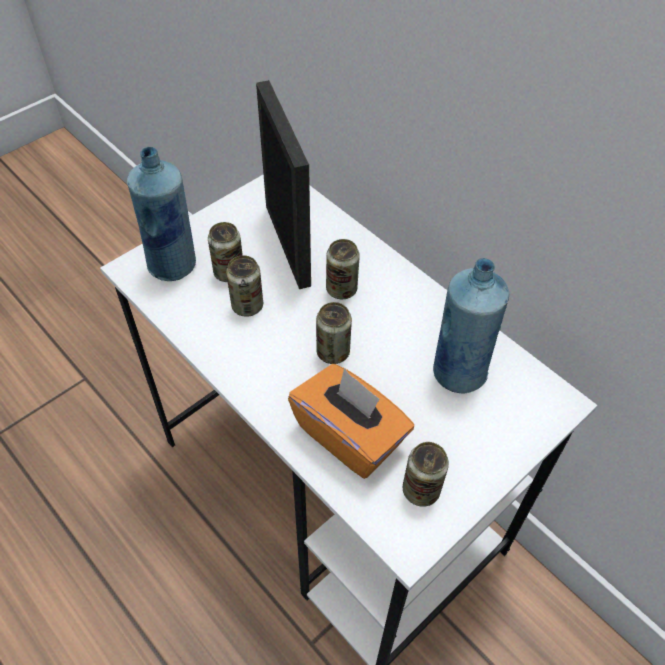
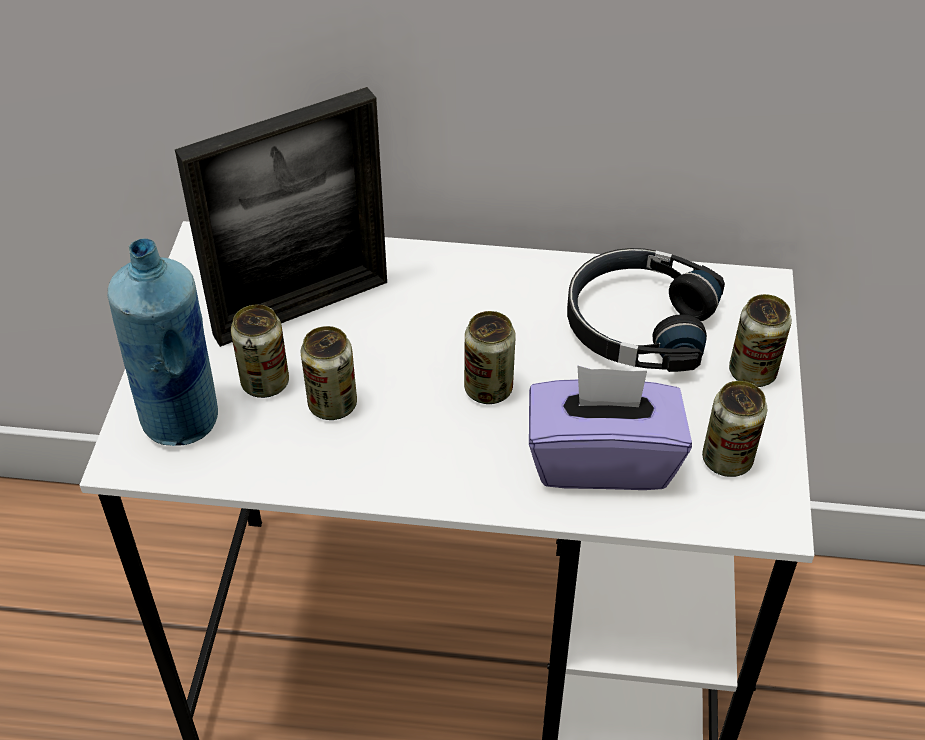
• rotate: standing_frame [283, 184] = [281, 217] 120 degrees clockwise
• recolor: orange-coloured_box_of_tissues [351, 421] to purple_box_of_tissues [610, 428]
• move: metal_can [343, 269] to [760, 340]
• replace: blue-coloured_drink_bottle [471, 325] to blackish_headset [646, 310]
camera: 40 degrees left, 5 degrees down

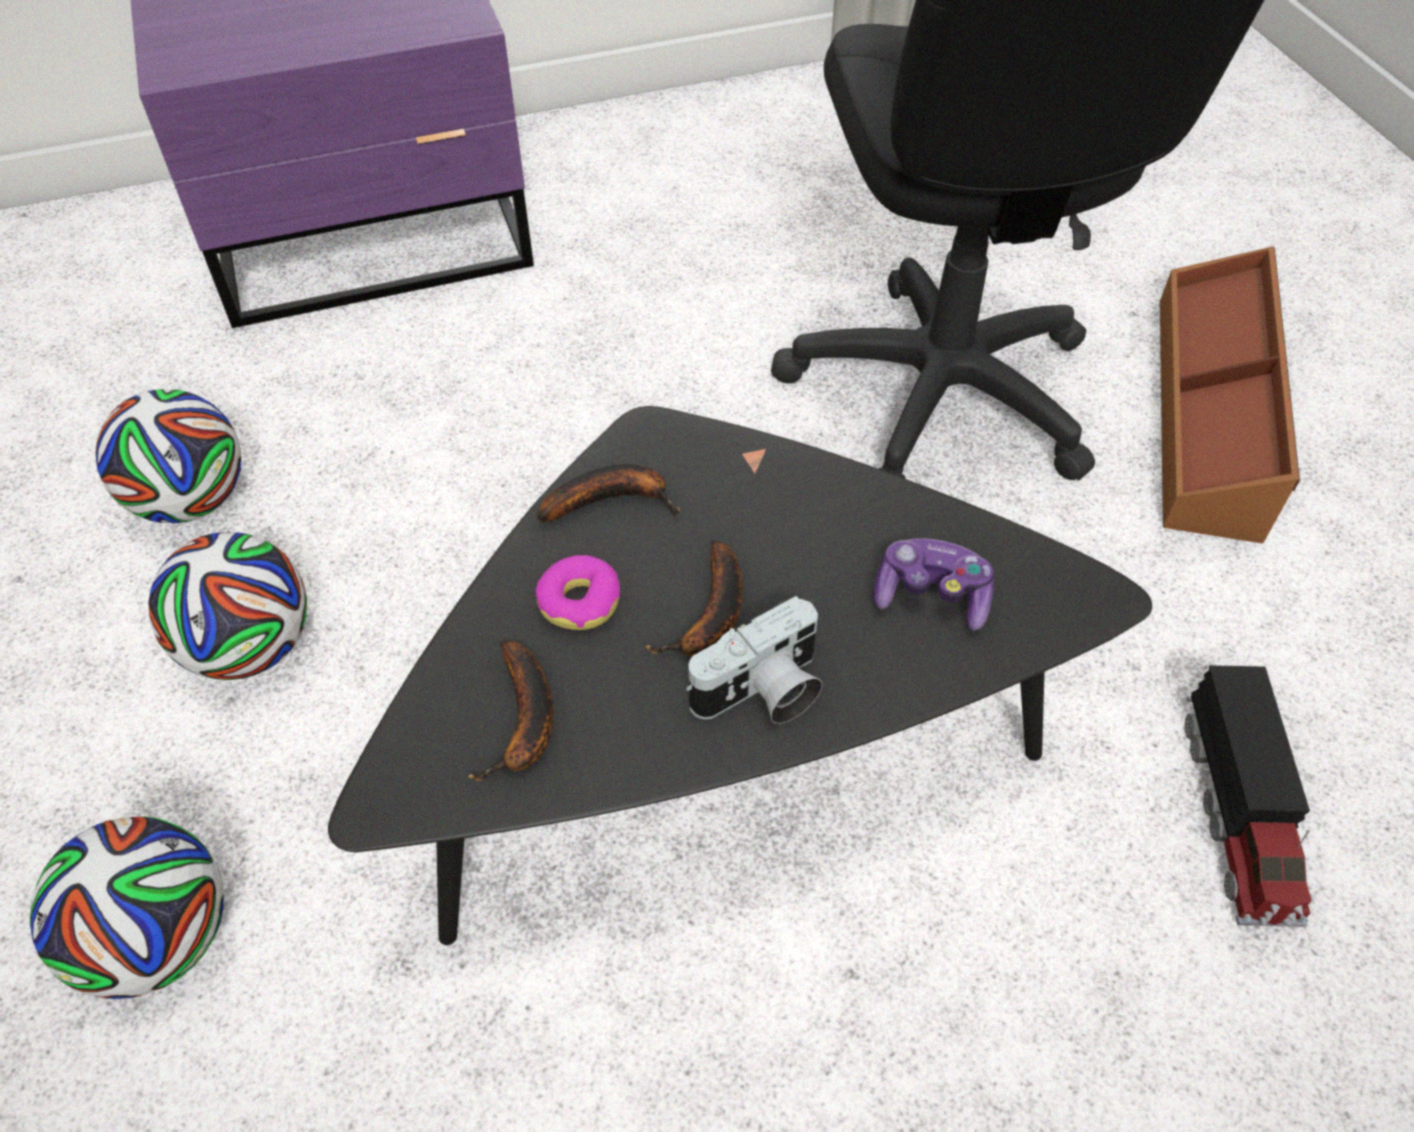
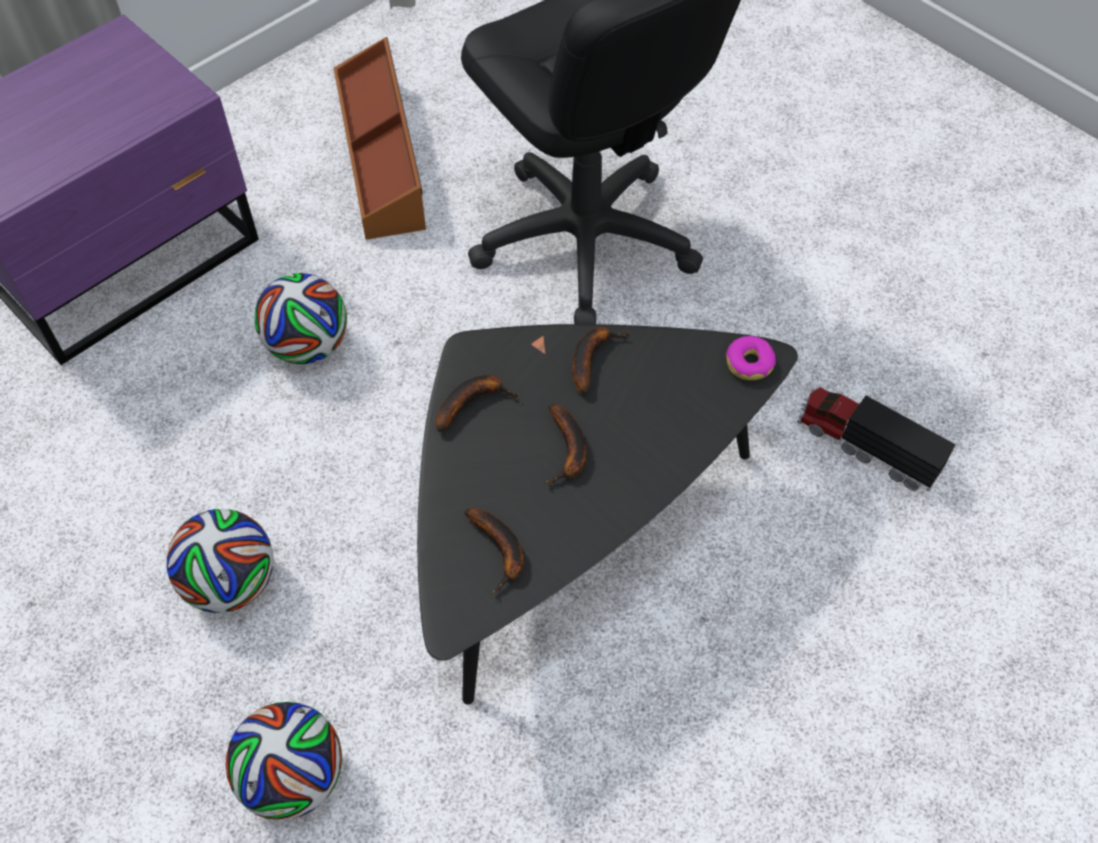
• move: football_ball [168, 456] to [300, 318]
• move: ring_doughnut [578, 592] to [750, 358]
• delete: photo_camera [754, 660]
• delete: game_controller [933, 584]
• move: brown-coloured_storage_container [1230, 395] to [380, 138]
• rotate: model_truck [1248, 796] = [876, 439] 150 degrees clockwise
• insert: banana_fruit [600, 361]
camera: 25 degrees left, 5 degrees up

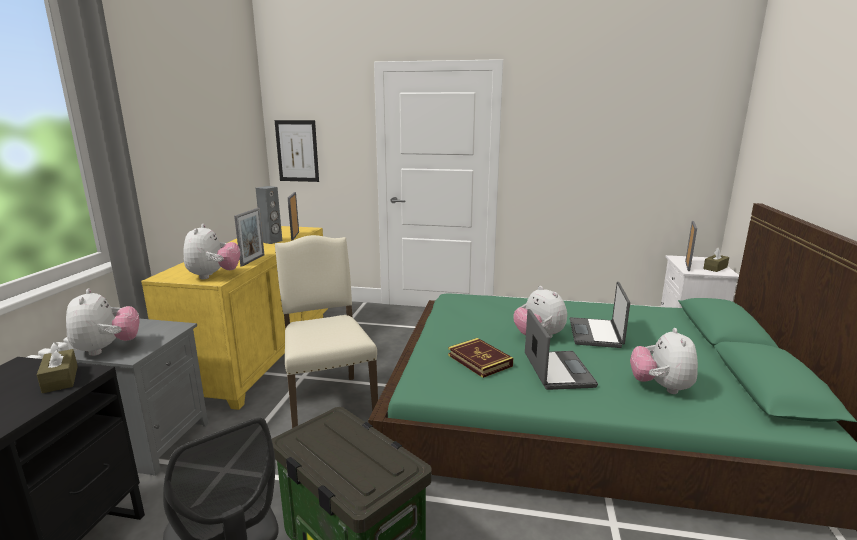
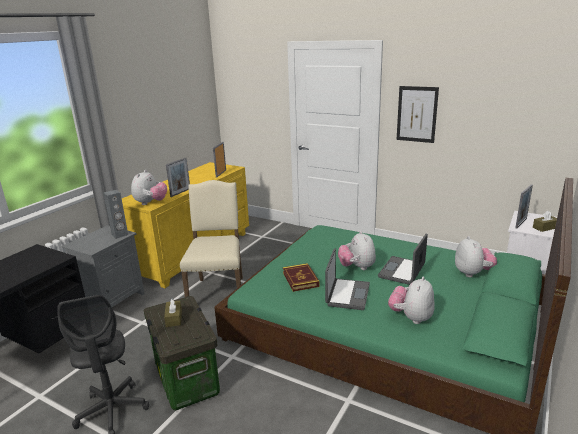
• move: brown-coloured_box_of_tissues [57, 367] to [173, 312]
• move: cuddly_toy [103, 322] to [476, 256]
• move: grey_loudspeaker [269, 215] to [115, 214]
• move: wall_picture [297, 151] to [417, 114]
camera: 20 degrees right, 5 degrees up

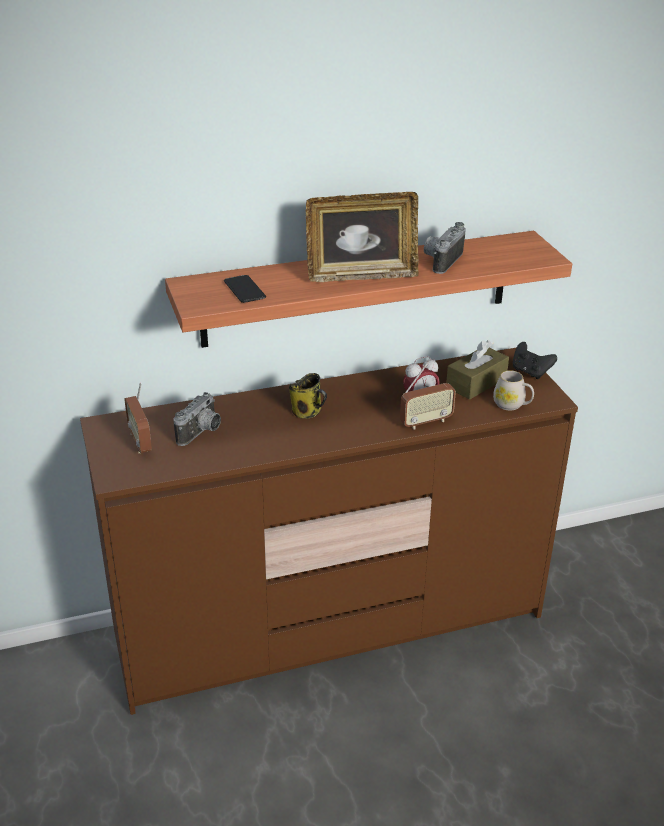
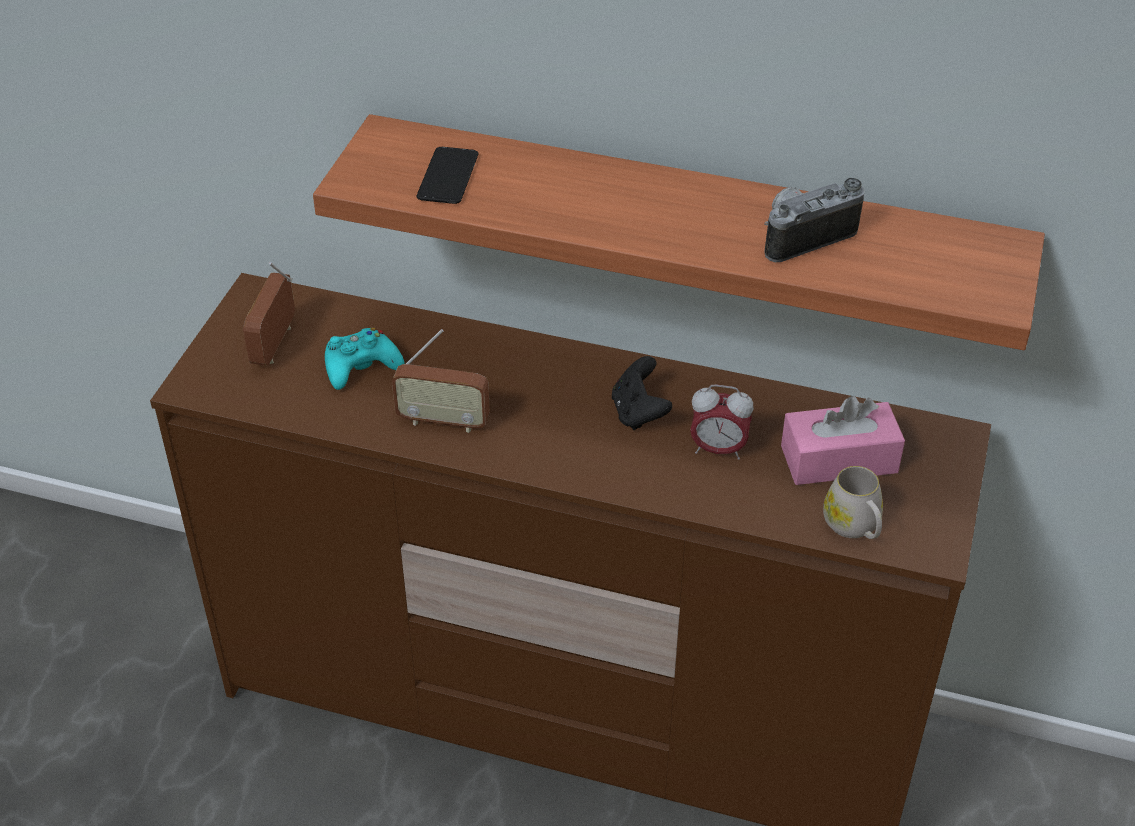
• replace: photo_camera [197, 419] to blue-green_game_controller [365, 358]
• delete: tea_mug [308, 396]
• delete: standing_frame [362, 237]
• move: radio_set [428, 395] to [441, 381]
• recolor: brown-coloured_box_of_tissues [477, 370] to pink_box_of_tissues [843, 440]
• move: blackish_game_controller [535, 360] to [642, 393]
camera: 35 degrees right, 10 degrees up

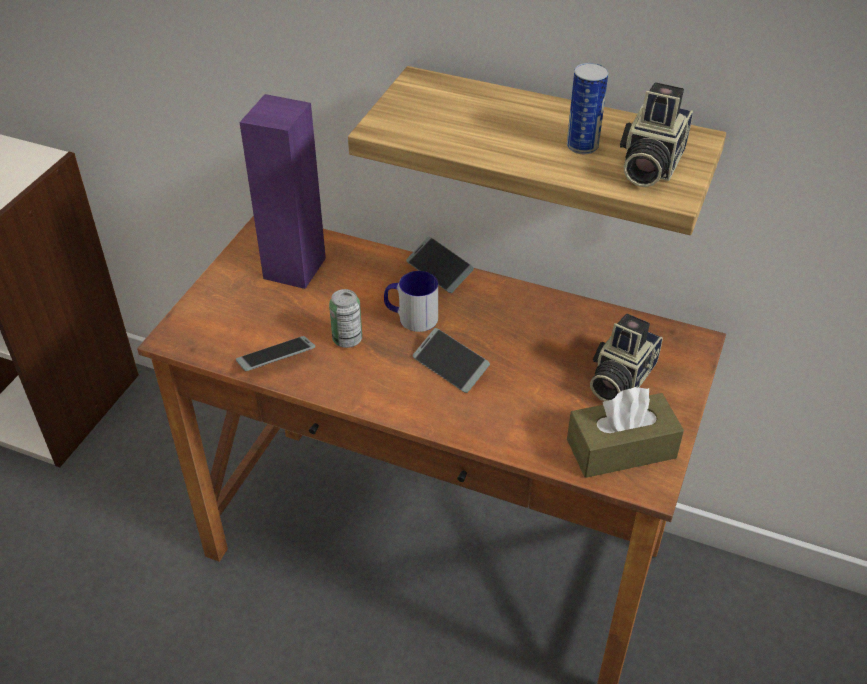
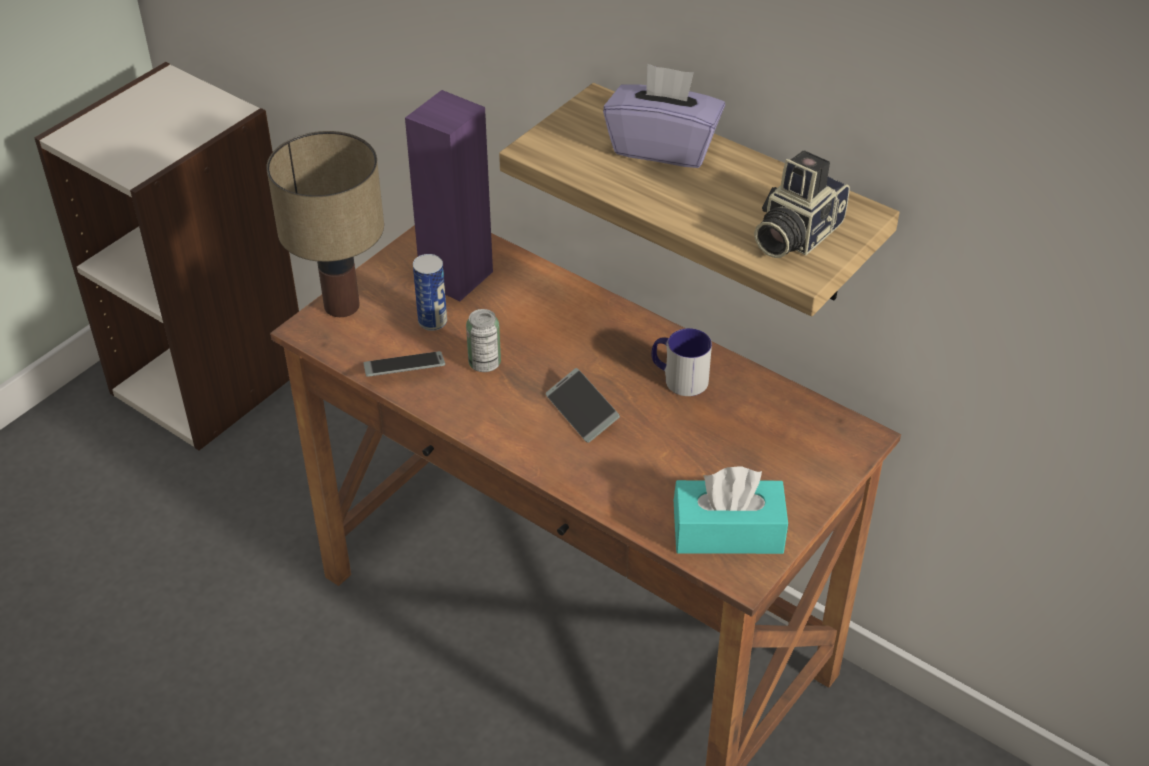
• move: tea_mug [411, 301] to [682, 362]
• delete: telephone [440, 265]
• move: metal_can [587, 108] to [430, 292]
• recolor: brown-coloured_box_of_tissues [625, 432] to blue-green_box_of_tissues [731, 510]
• delete: photo_camera [626, 357]
• insert: table_lamp [325, 224]
• insert: purple_box_of_tissues [664, 115]
camera: 15 degrees right, 0 degrees up

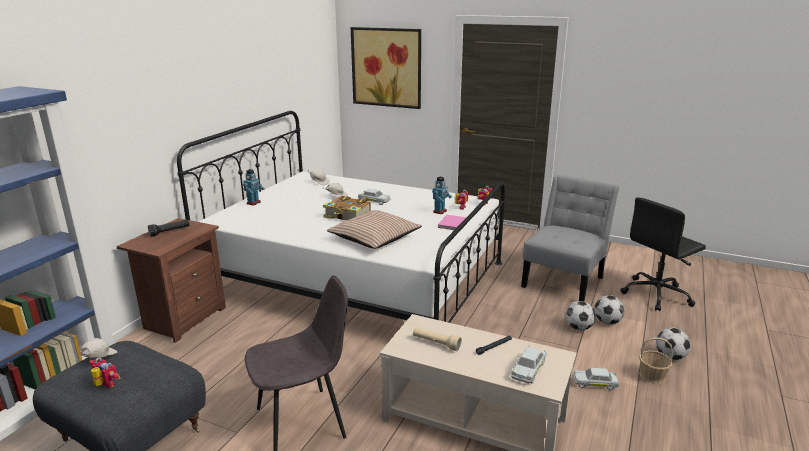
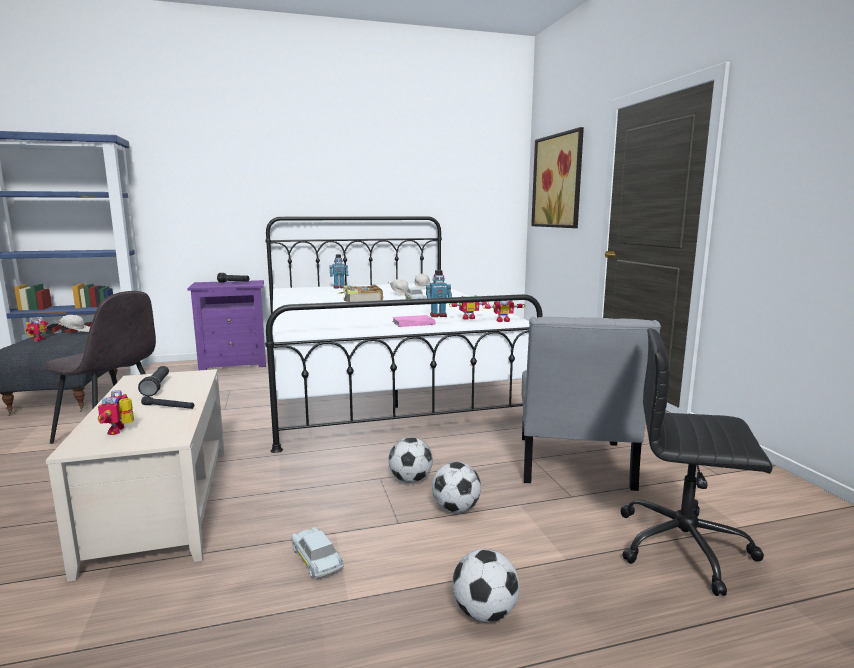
• recolor: brown-coloured_night_table [171, 280] to purple_night_table [226, 325]
• delete: cushion [374, 229]
• recolor: beige-coloured_flashlight [437, 339] to blackish_flashlight [153, 381]
• replace: white-coloured_model_car [529, 364] to model_robot [116, 412]
• rotate: grey_upright_chair [570, 238] = [591, 404] 105 degrees clockwise
• move: football_ball [609, 309] to [410, 460]
• delete: basket [656, 360]
camera: 50 degrees right, 10 degrees down

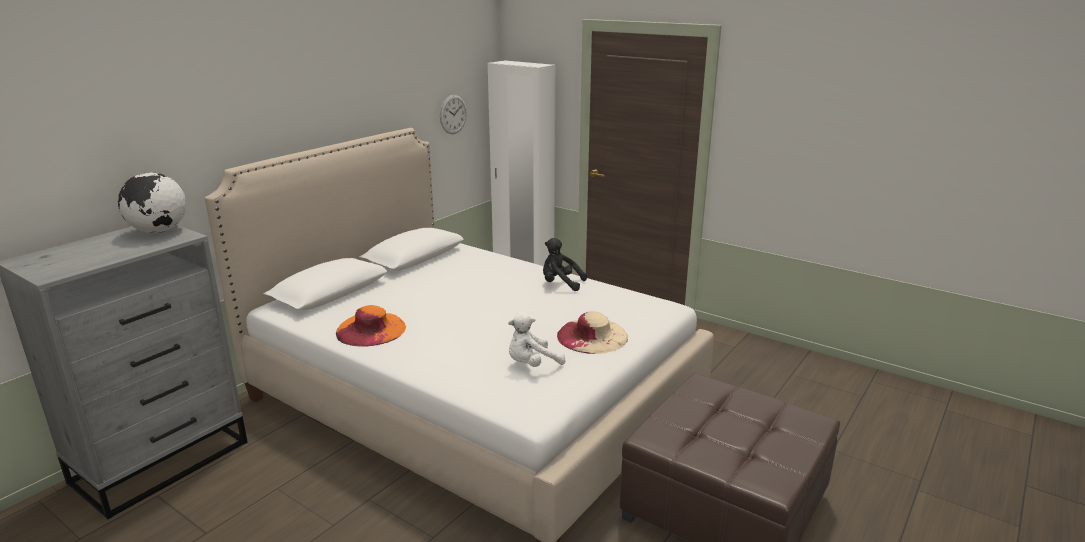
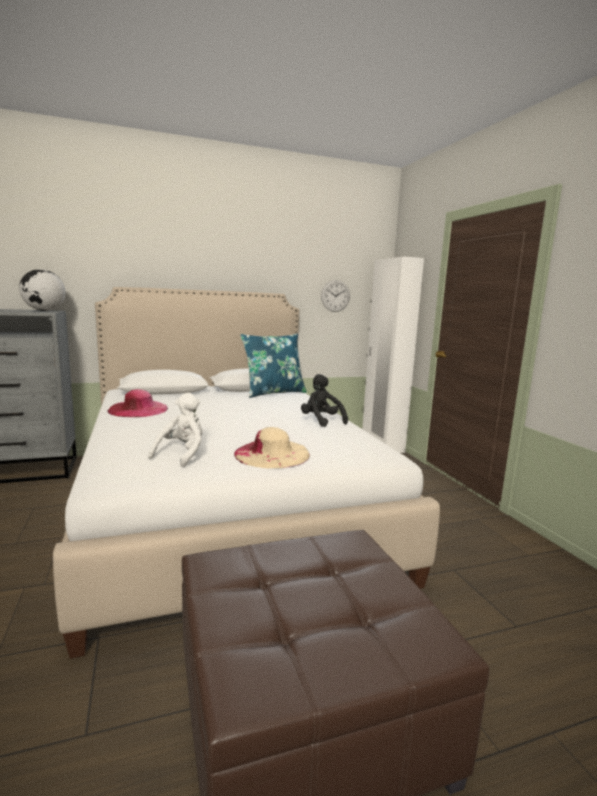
• recolor: orange-coloured_wearable_hat [371, 326] to pink_wearable_hat [137, 403]
• rotate: white-coloured_cuddly_toy [536, 339] = [175, 430] 105 degrees clockwise
• insert: blue-coloured_cushion [273, 365]
camera: 35 degrees right, 10 degrees down

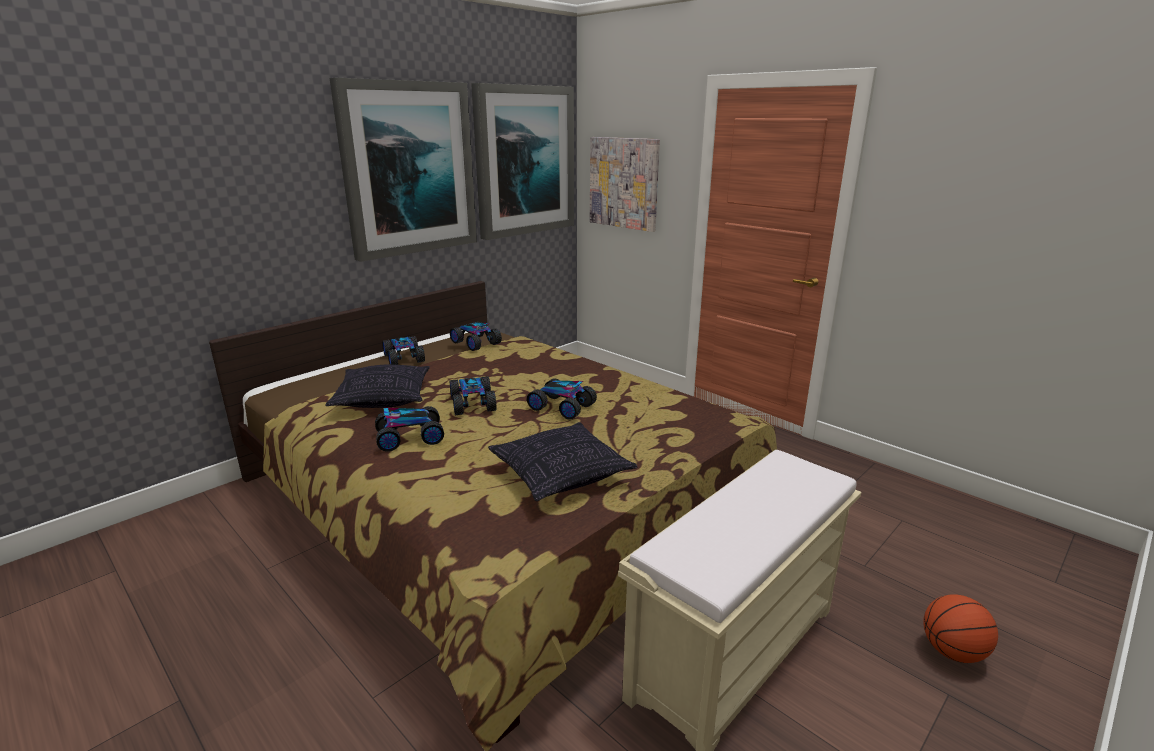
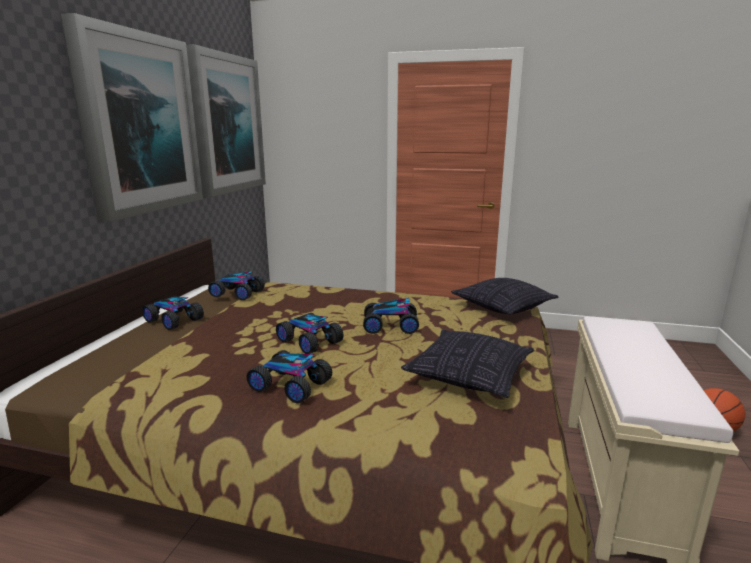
• move: cushion [377, 386] to [504, 296]
• rotate: model_car [409, 429] = [289, 377] 105 degrees counterclockwise
• delete: wall_picture [625, 184]
camera: 30 degrees left, 5 degrees down

